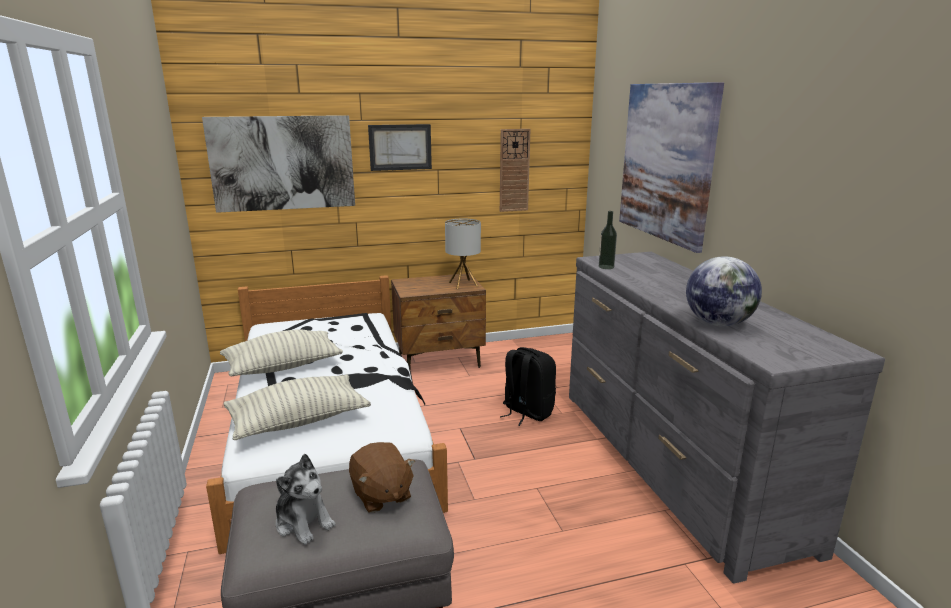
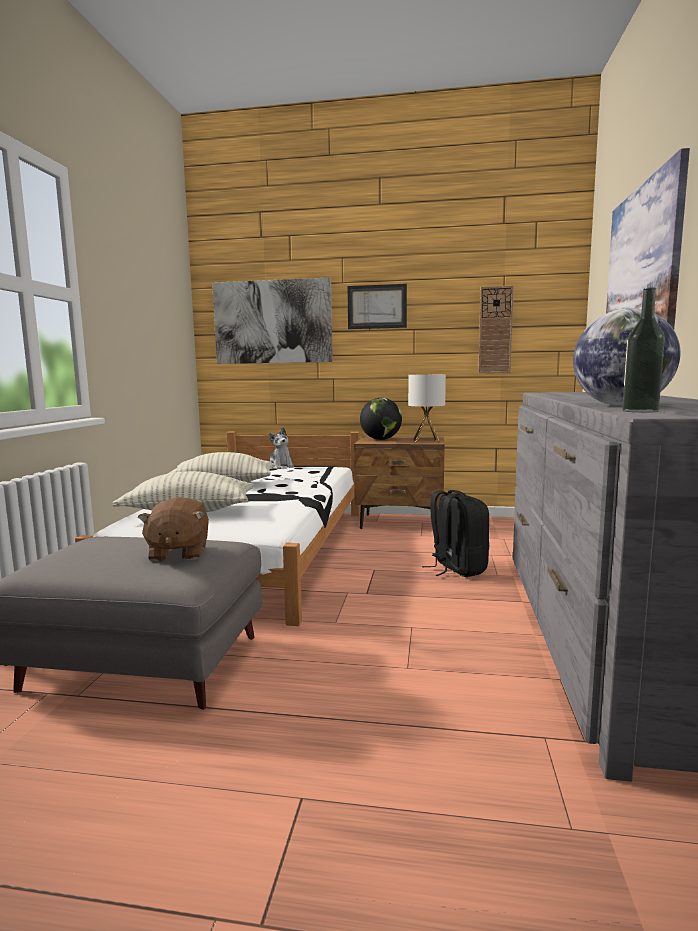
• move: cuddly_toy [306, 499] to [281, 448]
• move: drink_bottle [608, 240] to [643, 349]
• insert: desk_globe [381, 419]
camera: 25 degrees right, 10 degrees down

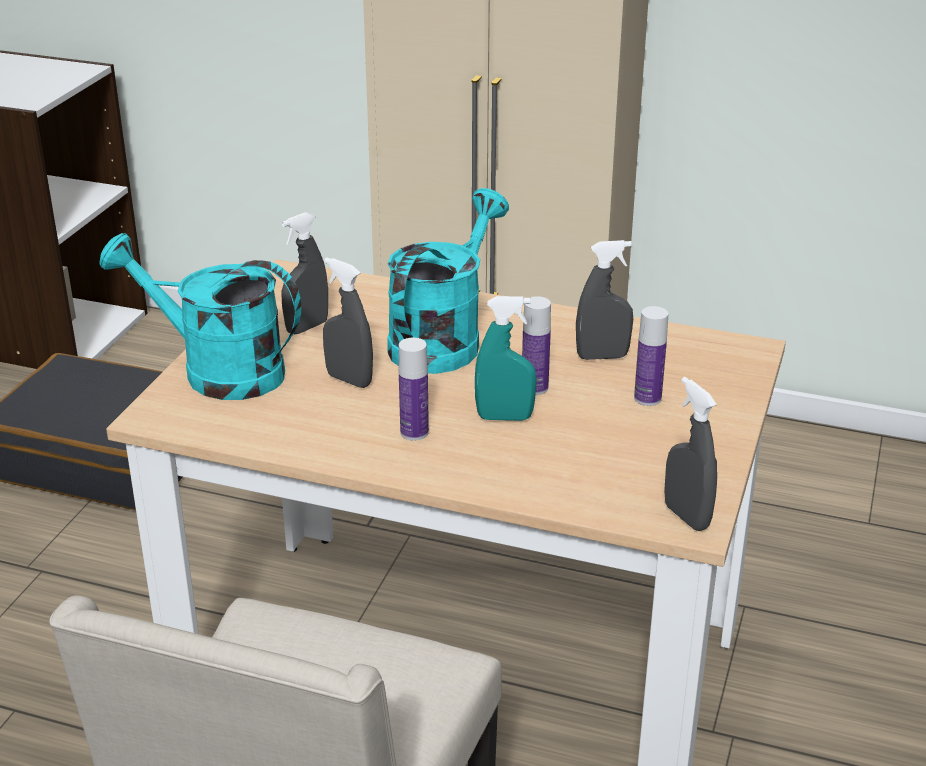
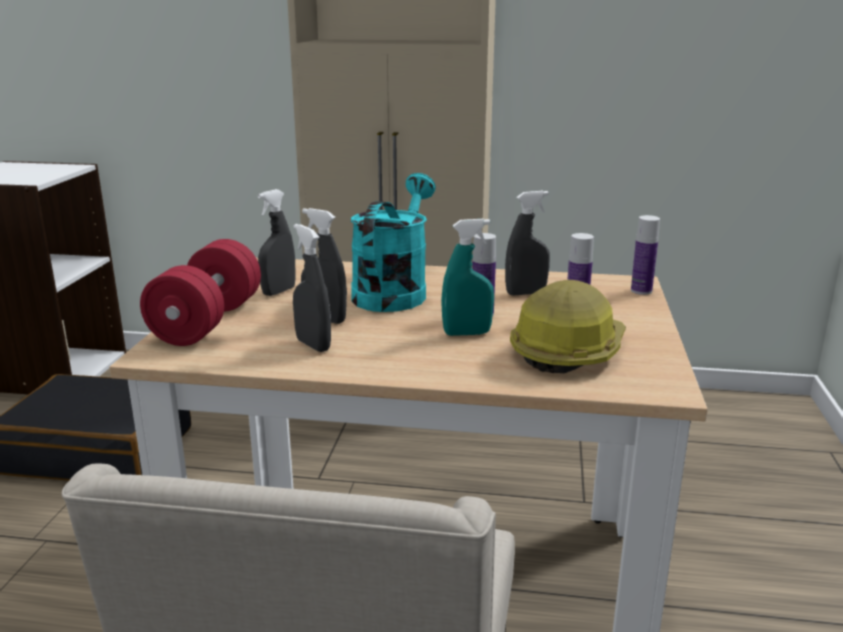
• replace: blue-green_watering_can [200, 316] to reddish_free_weight [200, 292]
• move: drink_bottle [414, 389] to [645, 255]
• move: grey_hand_sprayer [690, 454] to [312, 288]
• insert: hard_hat [568, 326]
camera: 10 degrees left, 10 degrees down

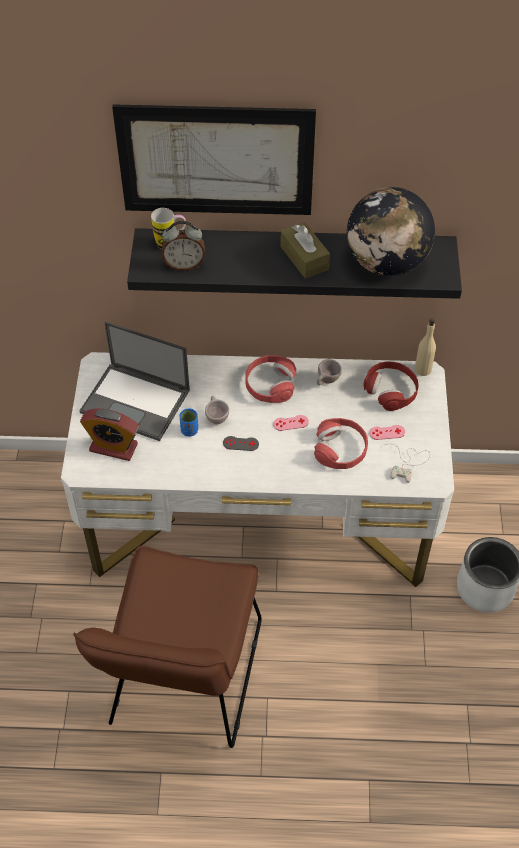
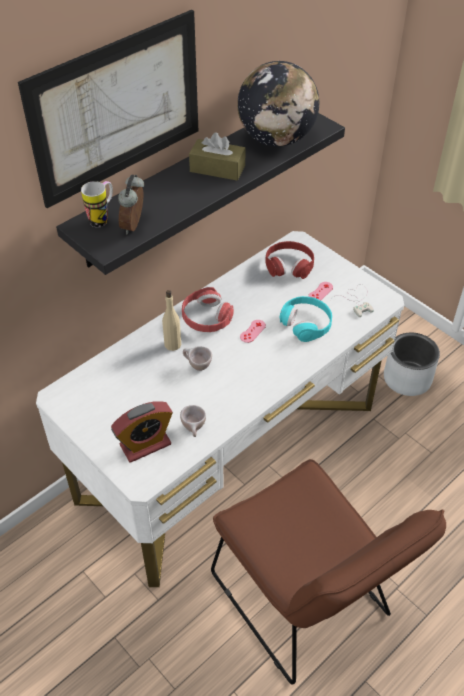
• delete: portable_computer [134, 381]
• rotate: bedside_clock [183, 246] = [131, 204] 150 degrees clockwise
• delete: blue-coloured_small_cup [189, 422]
• delete: grey_game_controller [241, 443]
• recolor: reddish_headset [341, 443] to blue-green_headset [306, 319]
• move: beige-coloured_small_cup [329, 372] to [193, 421]
• move: beige-coloured_drink_bottle [425, 347] to [171, 320]
camera: 45 degrees left, 5 degrees down

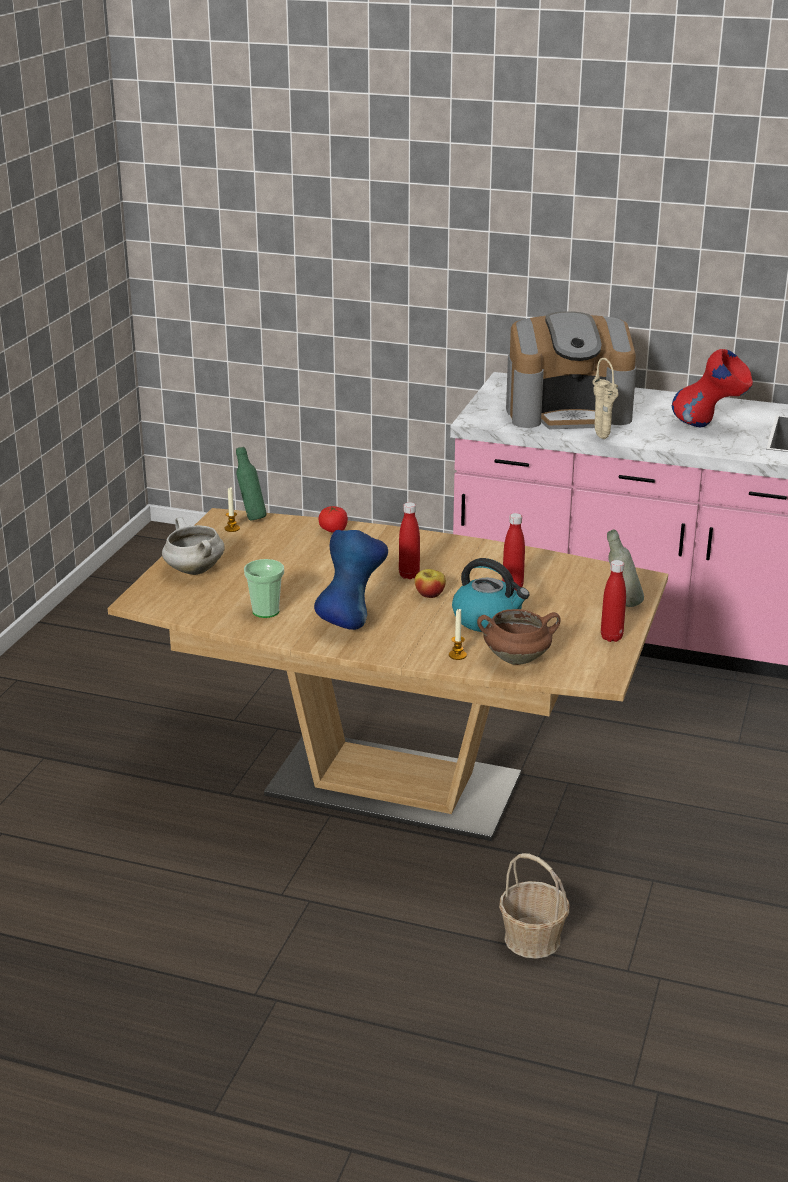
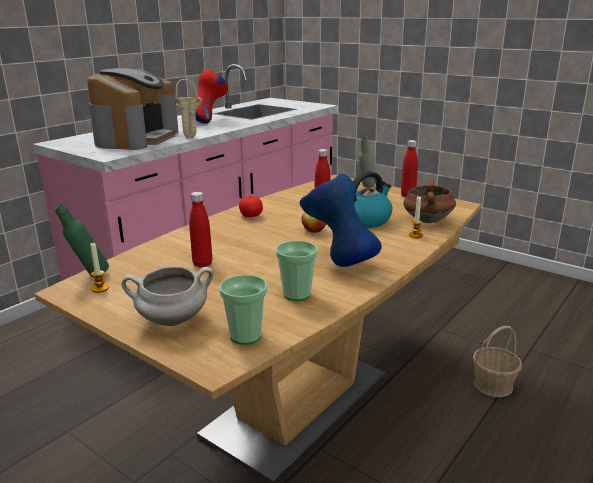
• move: tomato [333, 519] to [251, 206]
• move: reddish_drink_bottle [409, 540] to [200, 230]
• insert: small_cup [243, 310]
camera: 70 degrees left, 5 degrees down

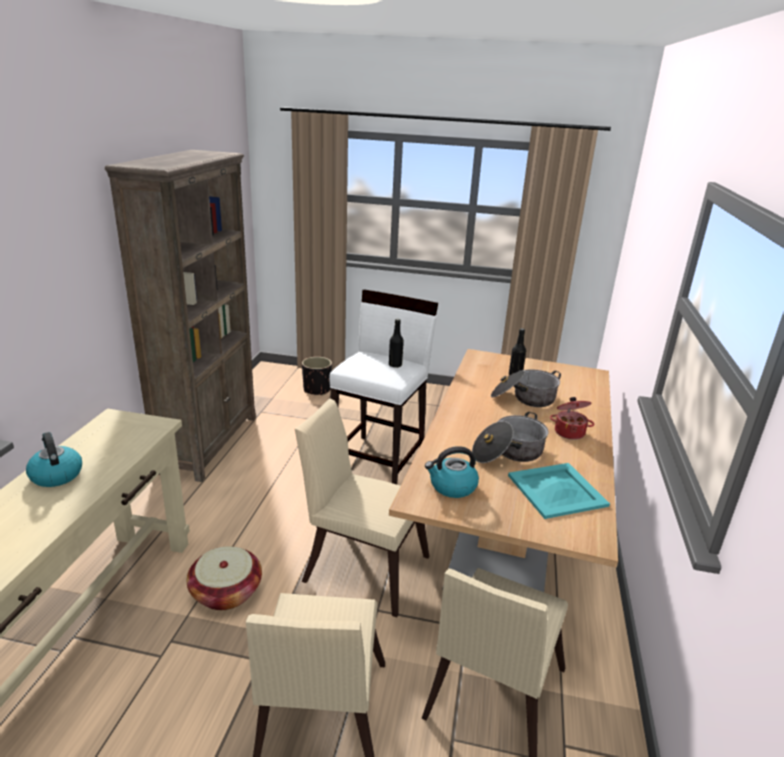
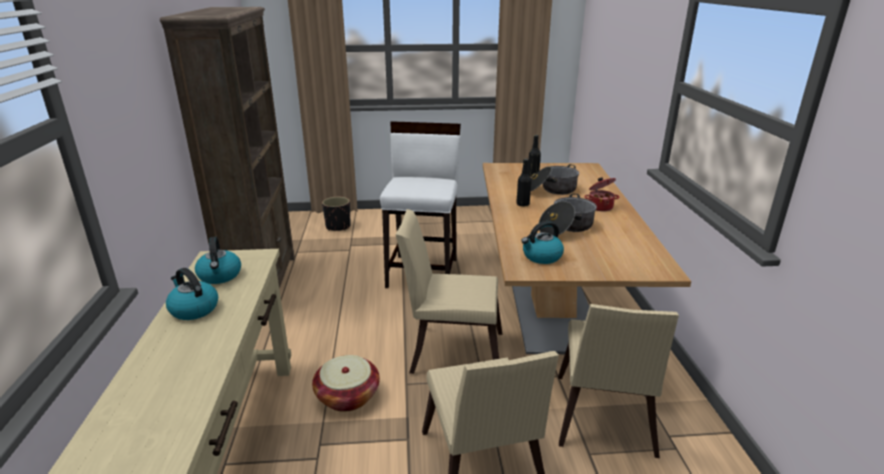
• move: blackish_drink_bottle [396, 343] to [523, 182]
• delete: blue-green_tray [559, 491]
• insert: water_kettle [218, 260]
camera: 15 degrees left, 0 degrees up

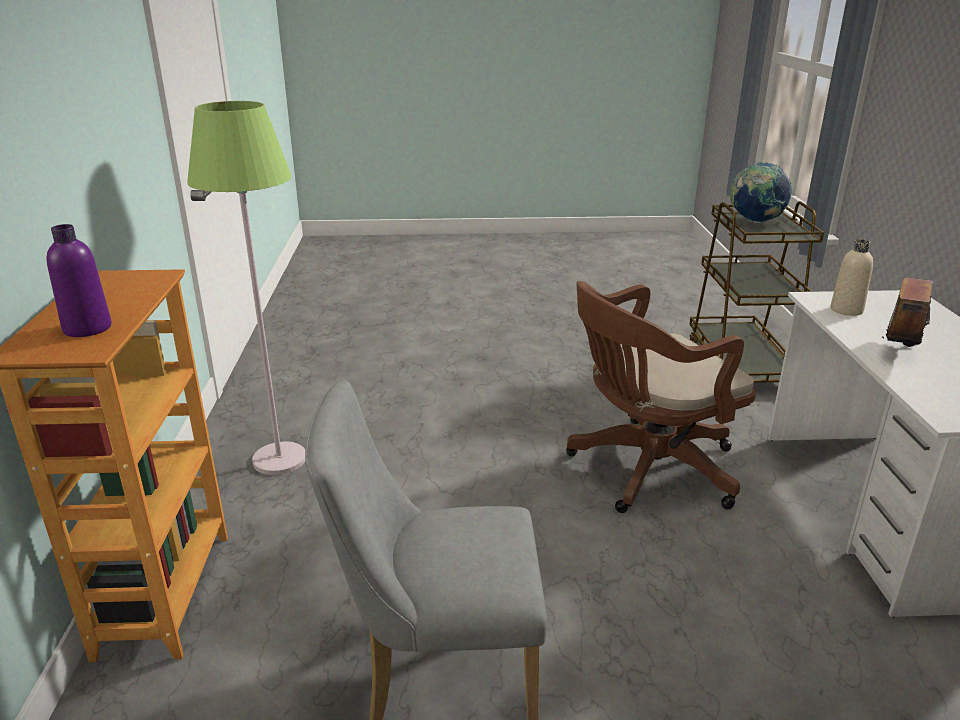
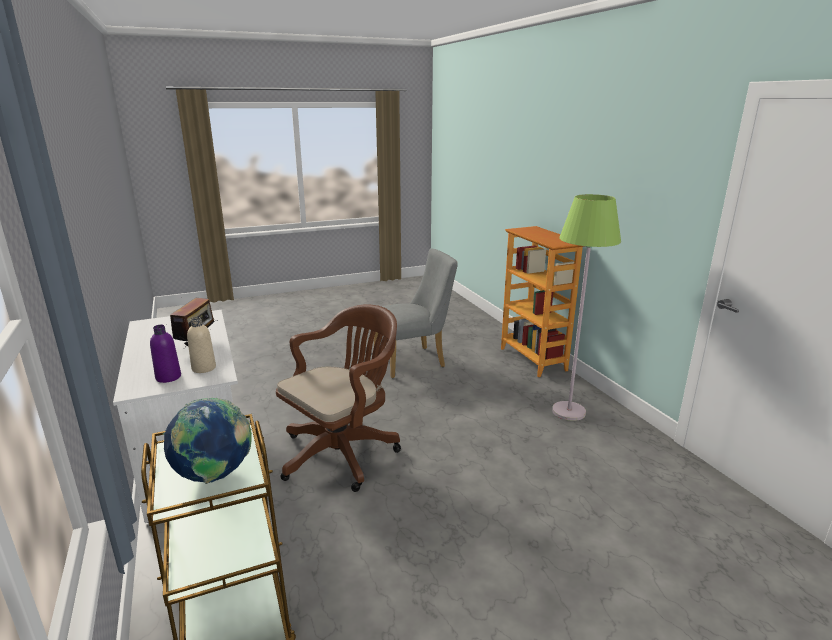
• move: purple_drink_bottle [79, 280] to [165, 354]
camera: 160 degrees right, 5 degrees down

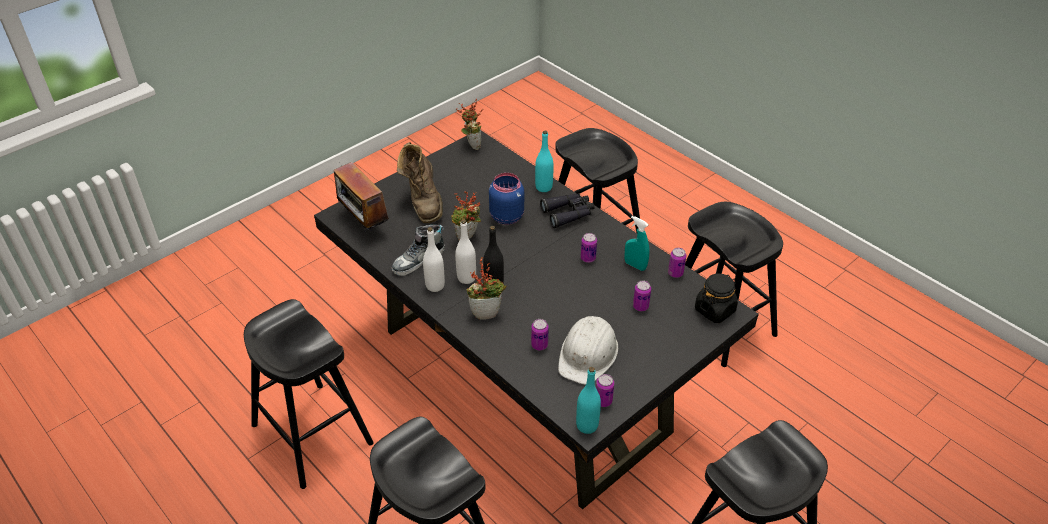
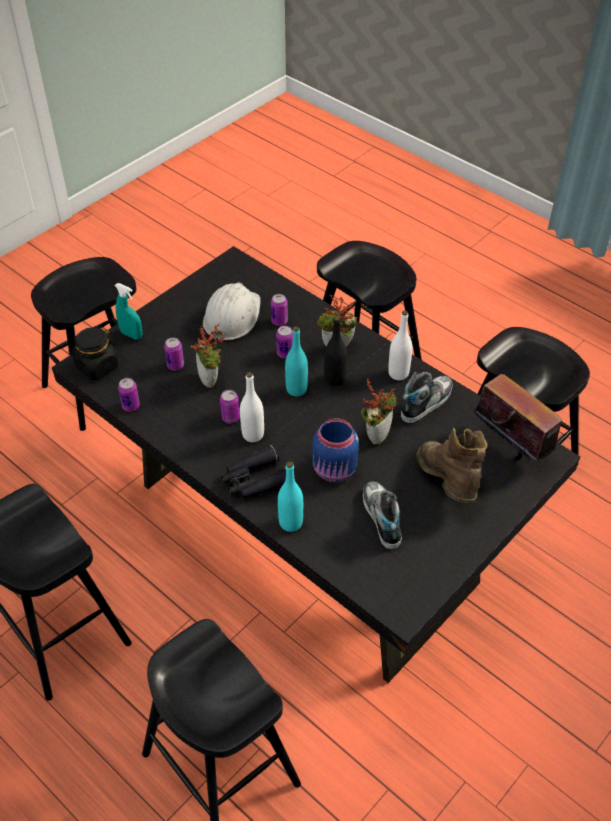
• move: white-coloured_drink_bottle [465, 251] to [252, 407]
• move: plant_in_a_pot [469, 124] to [207, 356]
• move: blue-green_drink_bottle [588, 400] to [296, 361]
• move: metal_can [605, 390] to [284, 342]
• move: blue-green_hand_sprayer [637, 243] to [128, 311]
• insert: low_shoe [382, 515]
camera: 175 degrees right, 5 degrees up

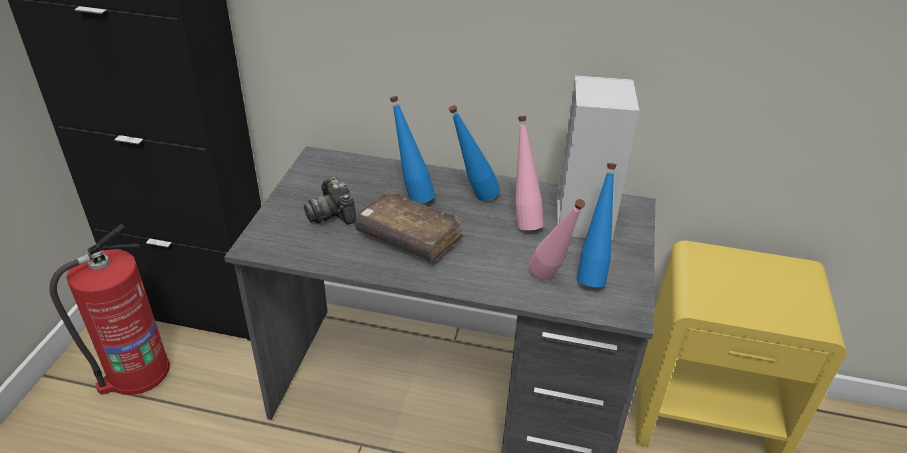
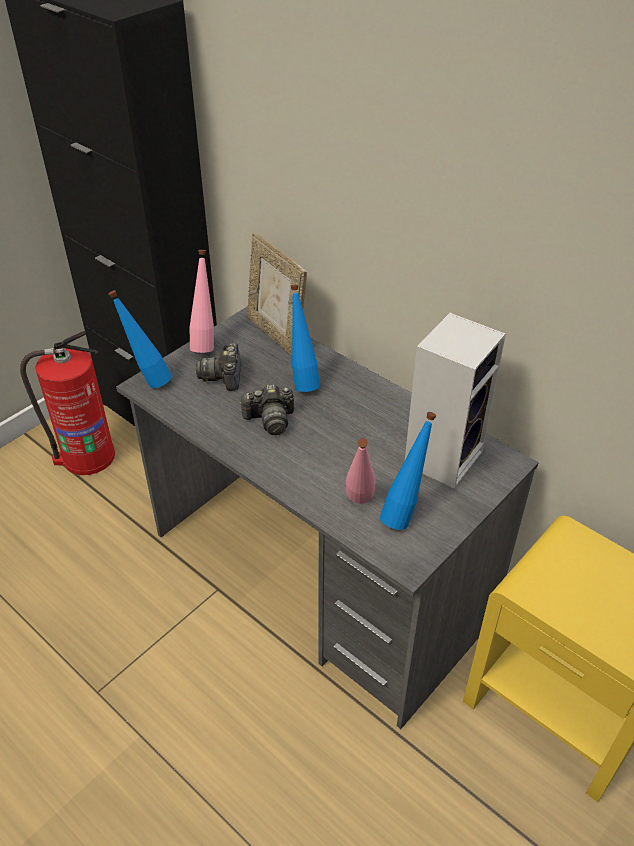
• replace: brown-coloured_volume [409, 226] to photo_camera [266, 409]
• move: blue-coloured_drink_bottle [474, 153] to [140, 339]
• move: pink_drink_bottle [529, 173] to [202, 301]
• insert: standing_frame [277, 294]
camera: 30 degrees right, 5 degrees up

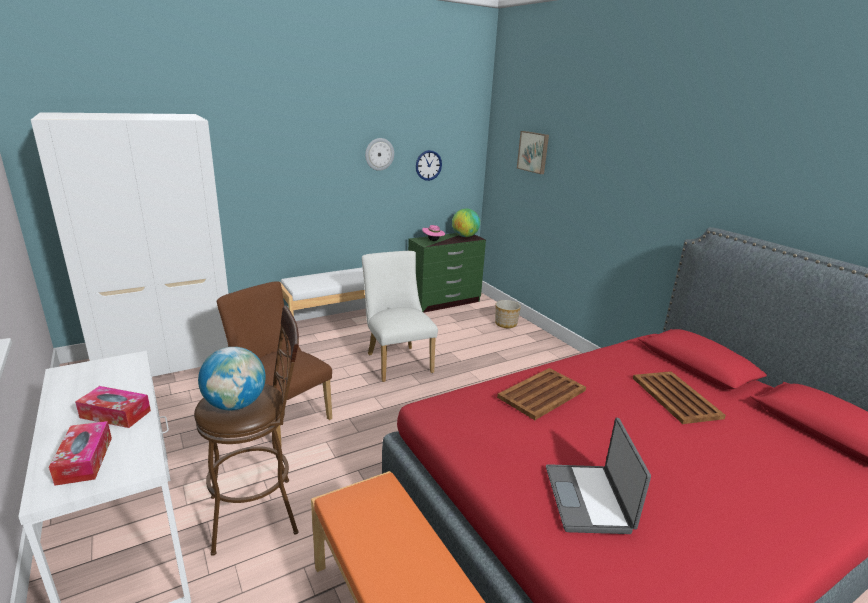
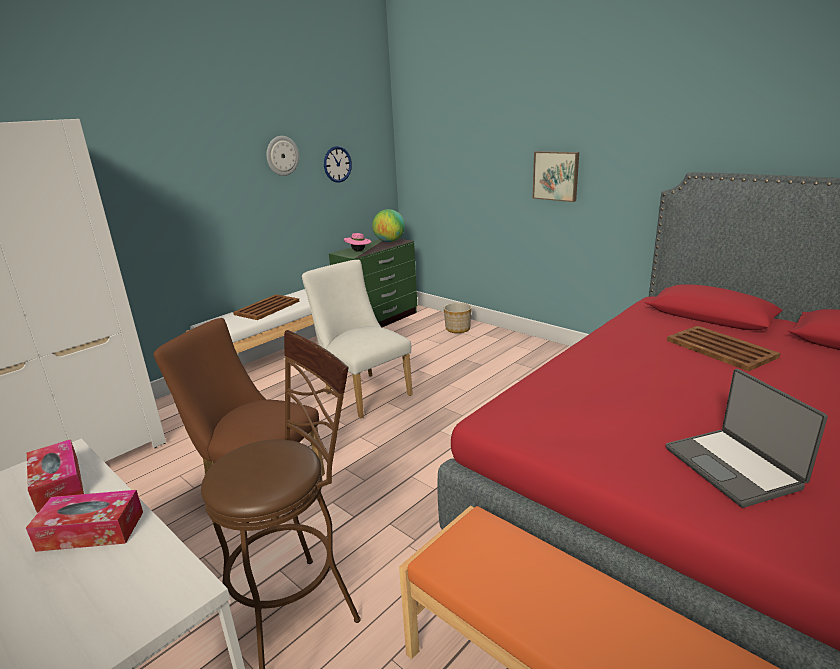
• move: box_of_tissues [80, 453] to [55, 476]
• delete: desk_globe [232, 378]
• move: brown-coloured_tray [541, 394] to [266, 307]
• move: wall_picture [533, 152] to [556, 176]
camera: 15 degrees left, 0 degrees up

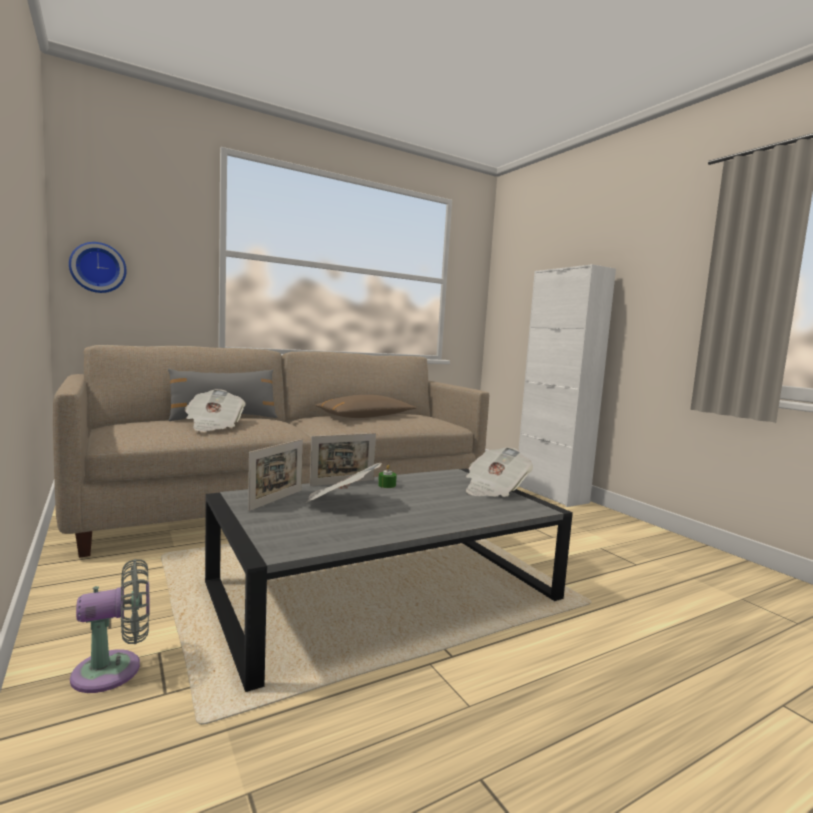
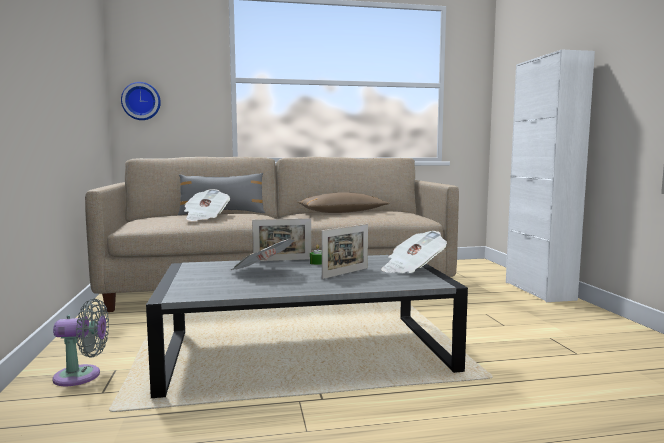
• move: standing_frame [275, 475] to [345, 251]
camera: 20 degrees right, 0 degrees up

